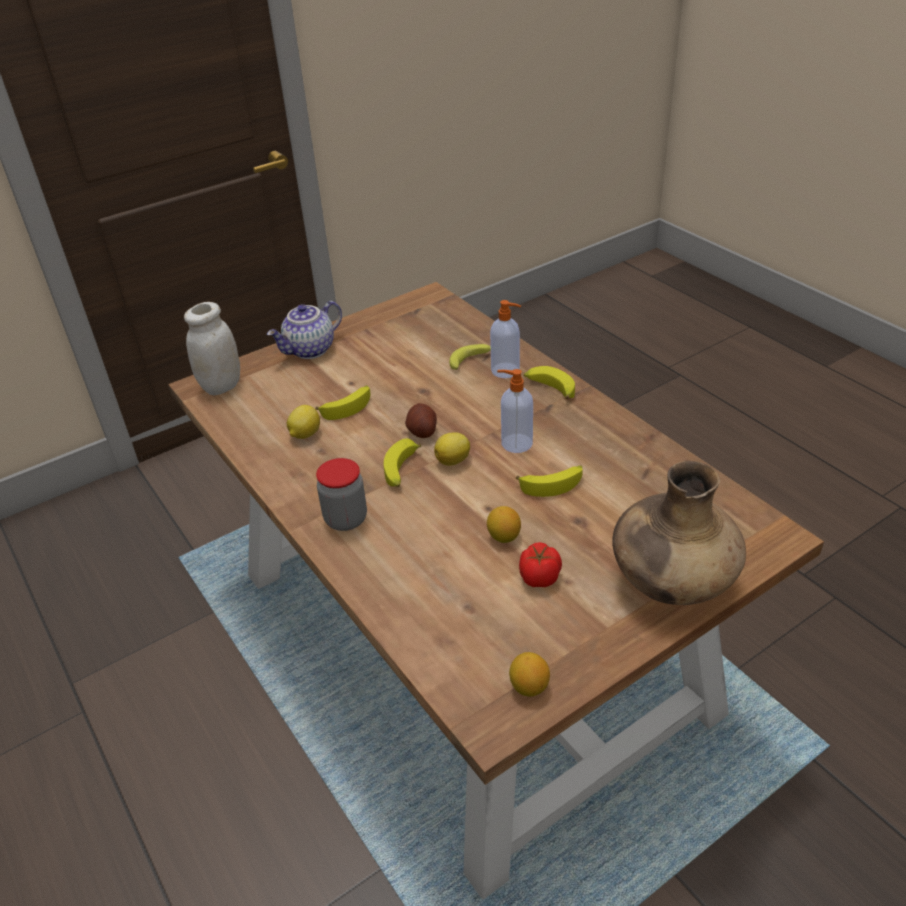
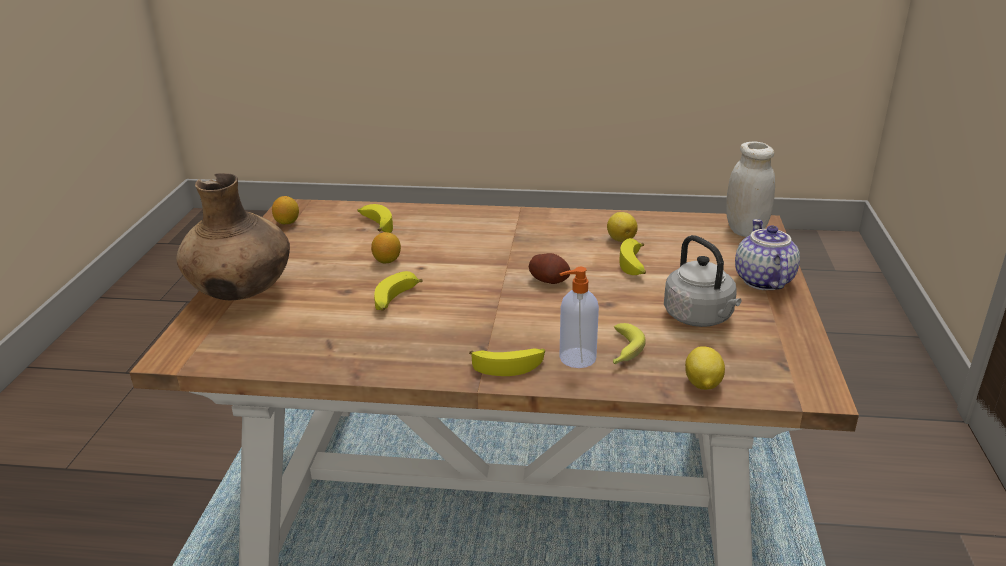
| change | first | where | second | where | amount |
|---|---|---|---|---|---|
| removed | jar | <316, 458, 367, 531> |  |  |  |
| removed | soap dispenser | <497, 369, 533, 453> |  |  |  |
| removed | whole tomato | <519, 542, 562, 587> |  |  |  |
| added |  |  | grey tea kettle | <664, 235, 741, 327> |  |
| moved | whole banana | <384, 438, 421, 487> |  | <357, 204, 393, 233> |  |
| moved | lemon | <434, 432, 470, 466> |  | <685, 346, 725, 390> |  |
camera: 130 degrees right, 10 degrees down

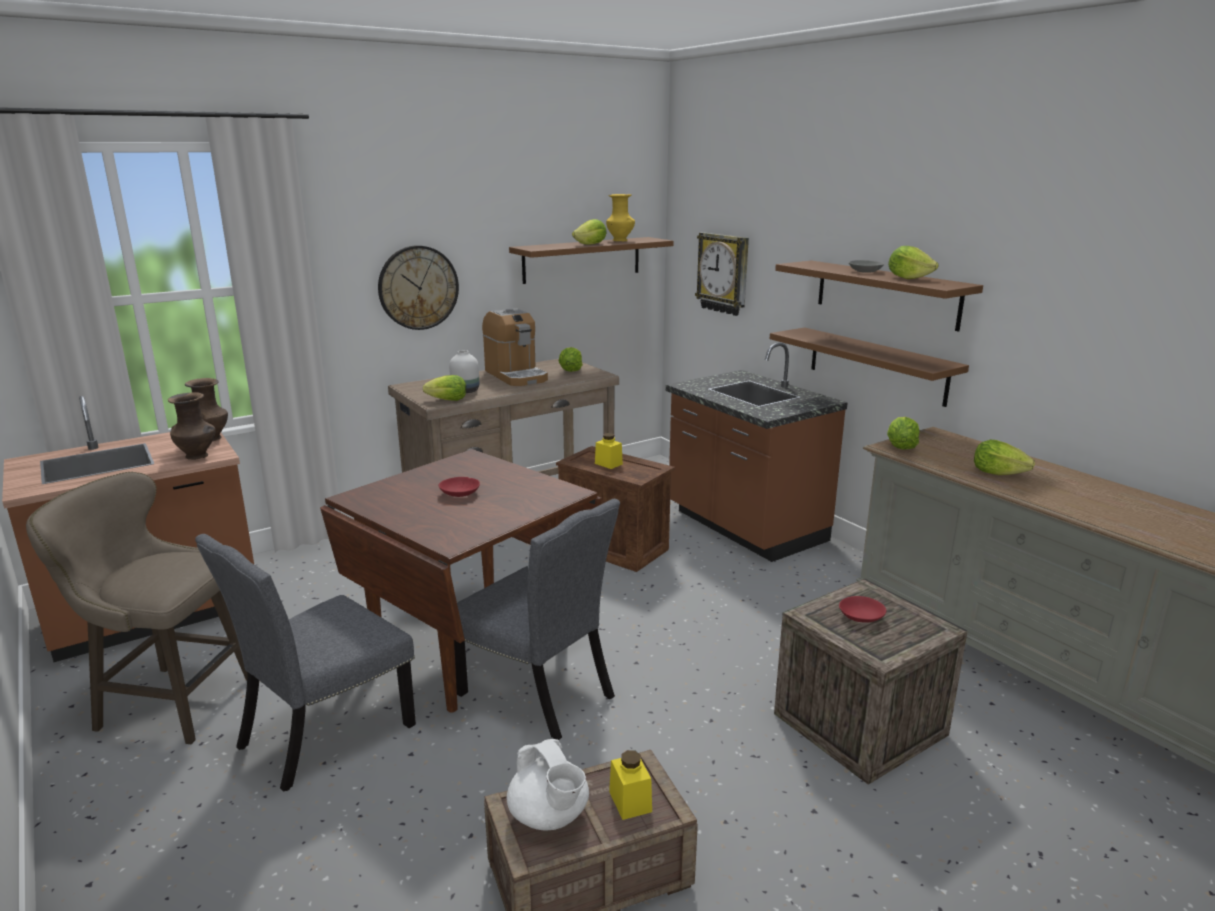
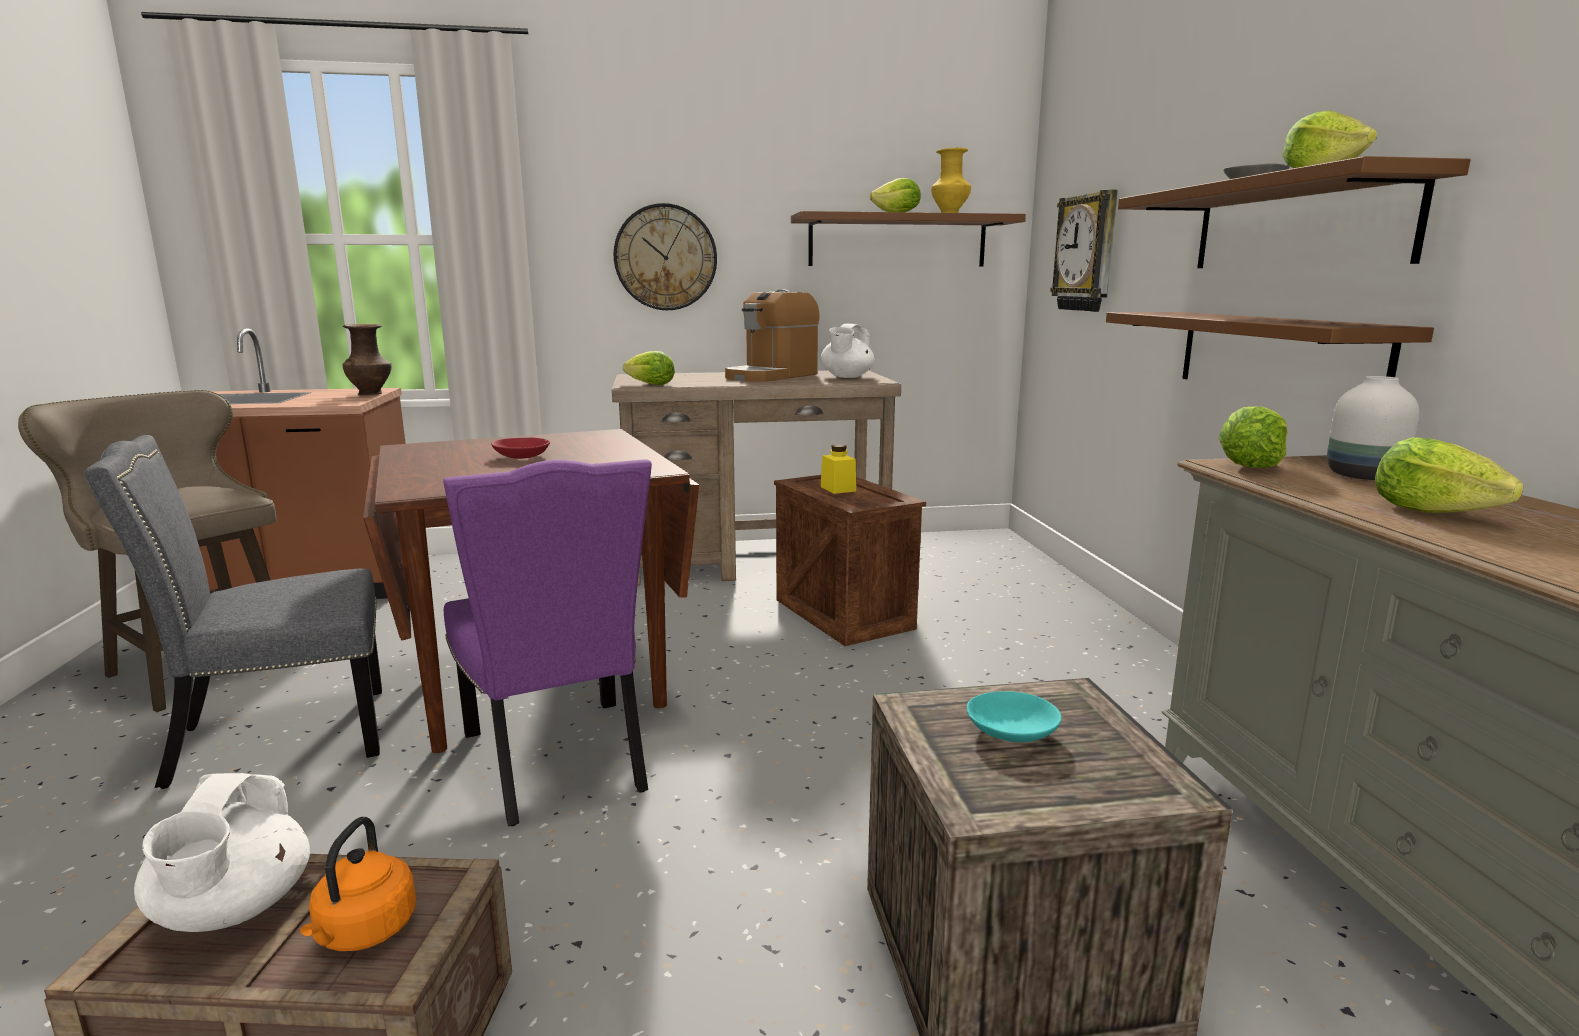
| change | first | where | second | where | amount |
|---|---|---|---|---|---|
| removed | brown decorative vase | <168, 392, 216, 460> |  |  |  |
| removed | brown counter | <666, 342, 848, 562> |  |  |  |
| moved | whitish decorative vase | <449, 350, 479, 393> |  | <1327, 376, 1419, 480> |  |
| replaced | lettuce head | <559, 347, 583, 372> | whitish teapot | <820, 324, 875, 378> |  |
| replaced | yellow-coloured jar | <609, 750, 652, 820> | orange-coloured tea kettle | <300, 817, 416, 951> |  |
| recoloured | grey upright chair | <454, 499, 620, 740> | purple-coloured upright chair | <443, 459, 652, 826> |  |
| recoloured | red deep dish | <839, 596, 886, 623> | blue-green deep dish | <967, 691, 1062, 742> |  |
| turned | coffee brewer | <482, 308, 548, 386> |  | <725, 290, 820, 382> | 45 degrees clockwise |
camera: 25 degrees right, 5 degrees down

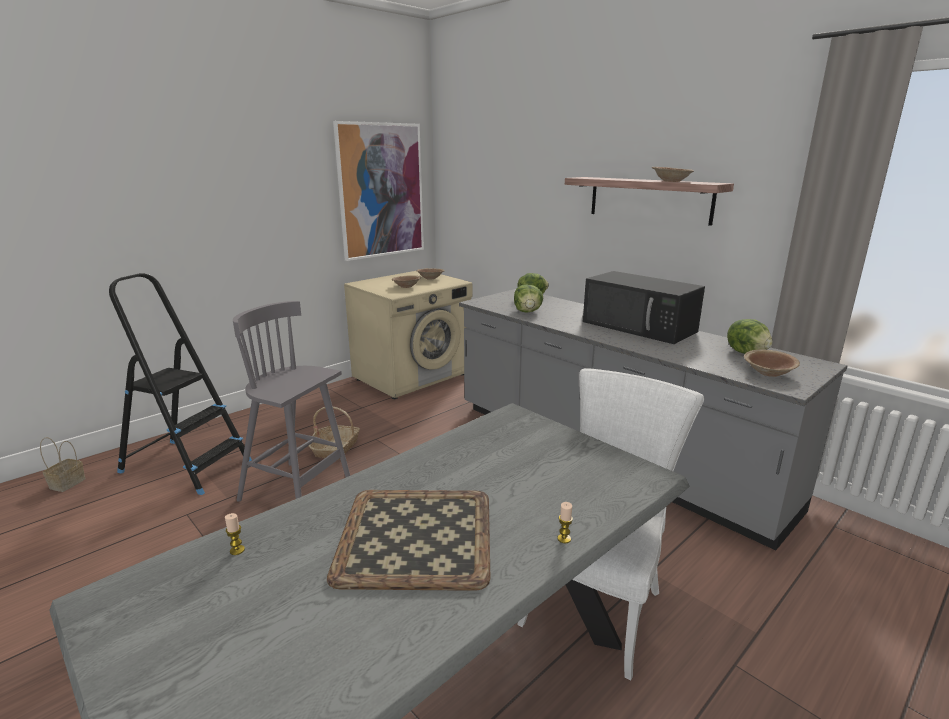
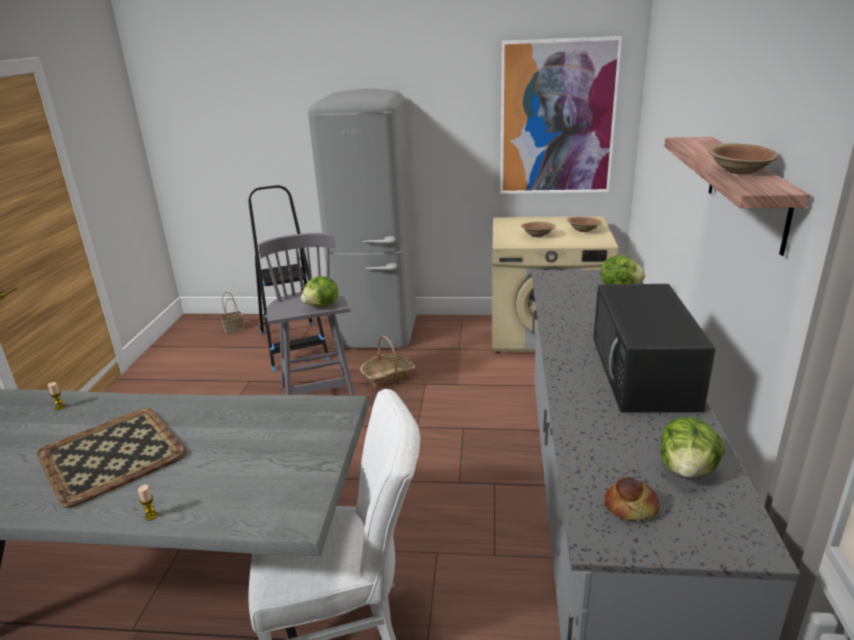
| change | first | where | second | where | amount |
|---|---|---|---|---|---|
| added |  |  | grey fridge | <308, 89, 416, 348> |  |
| moved | lettuce head | <514, 284, 543, 313> |  | <301, 276, 338, 307> |  |
| replaced | brown deep dish | <744, 349, 800, 377> | baked bread | <605, 477, 660, 521> |  |
camera: 50 degrees right, 5 degrees up

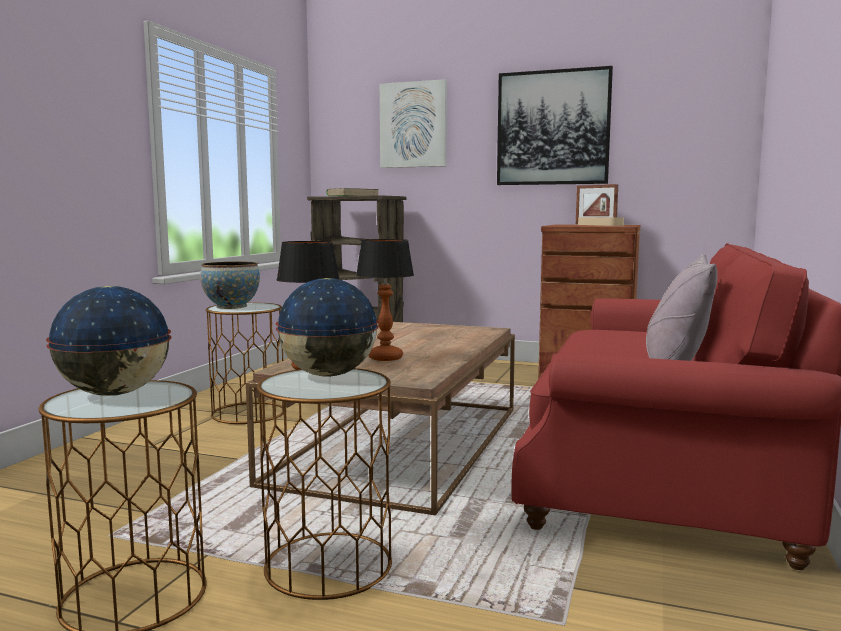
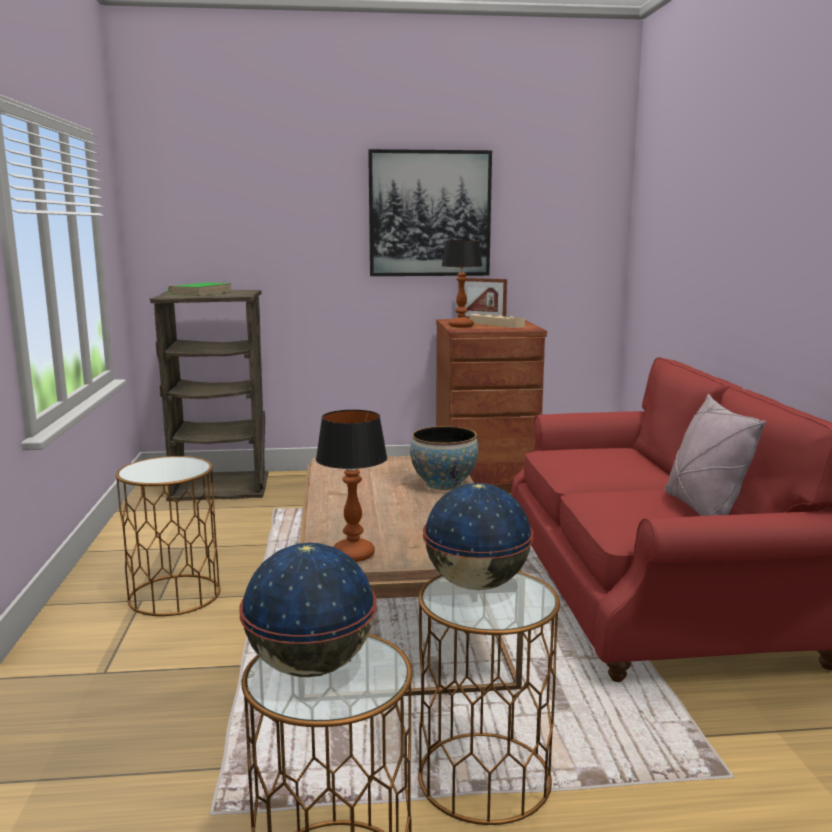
| change | first | where | second | where | amount |
|---|---|---|---|---|---|
| removed | wall picture | <380, 79, 447, 168> |  |  |  |
| moved | deep dish | <200, 261, 260, 309> |  | <410, 426, 478, 490> |  |
| moved | lamp for a table | <356, 239, 414, 361> |  | <442, 240, 482, 328> |  |
camera: 25 degrees left, 5 degrees up

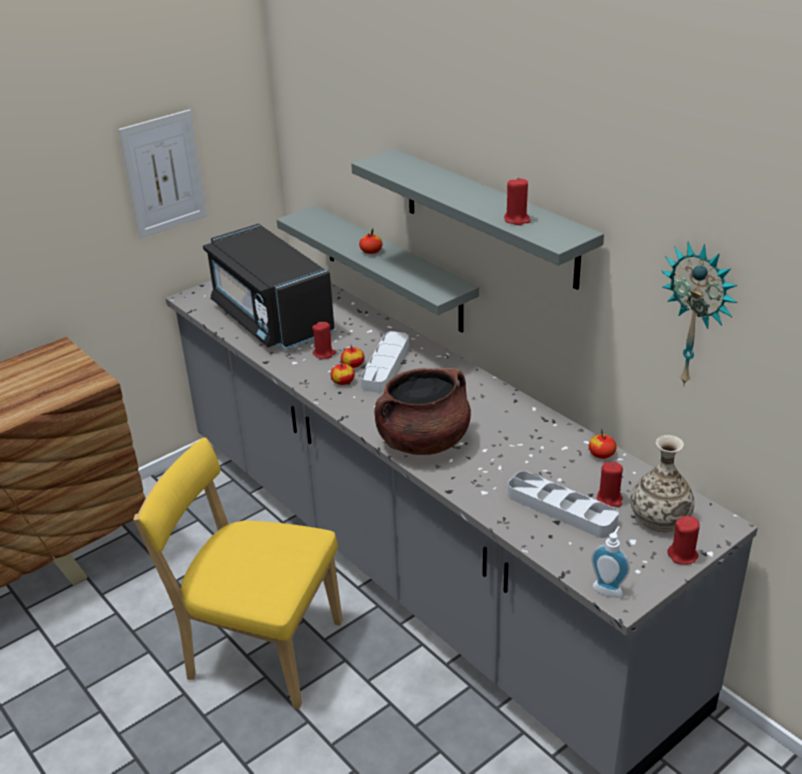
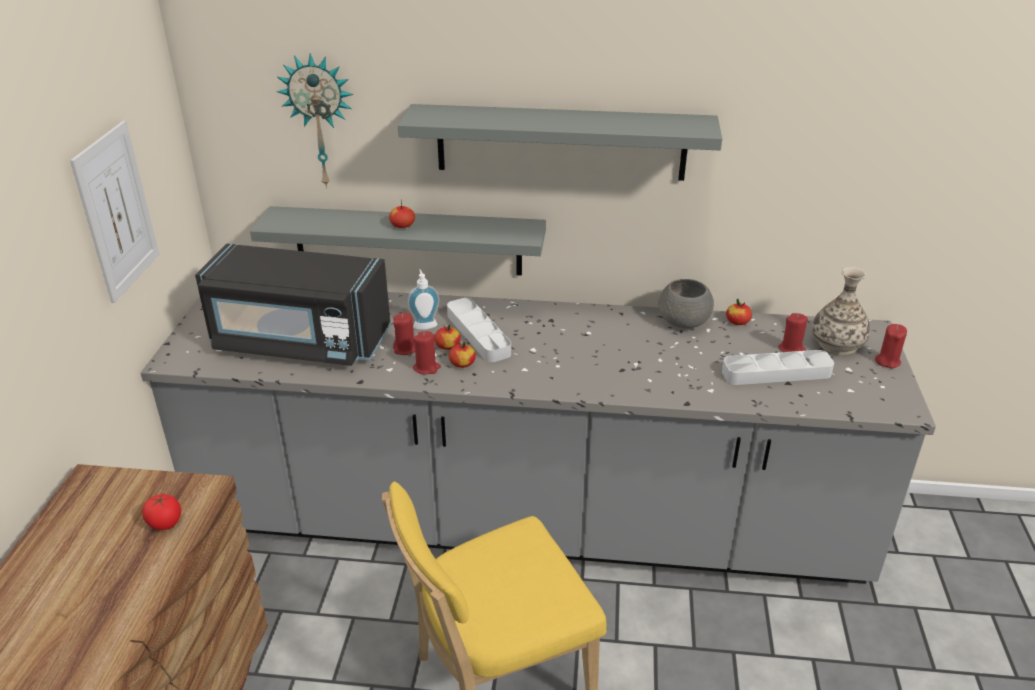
| change | first | where | second | where | amount |
|---|---|---|---|---|---|
| removed | brown saucepot | <374, 368, 471, 455> |  |  |  |
| added |  |  | whole tomato | <142, 494, 181, 530> |  |
| added |  |  | grey deep dish | <658, 279, 714, 328> |  |
| moved | red candle | <504, 177, 531, 225> |  | <413, 331, 441, 375> |  |
| moved | soap dispenser | <591, 526, 630, 598> |  | <408, 269, 440, 330> |  |
| moved | clock on the wall | <661, 242, 738, 386> |  | <277, 53, 353, 188> |  |
camera: 45 degrees left, 0 degrees up

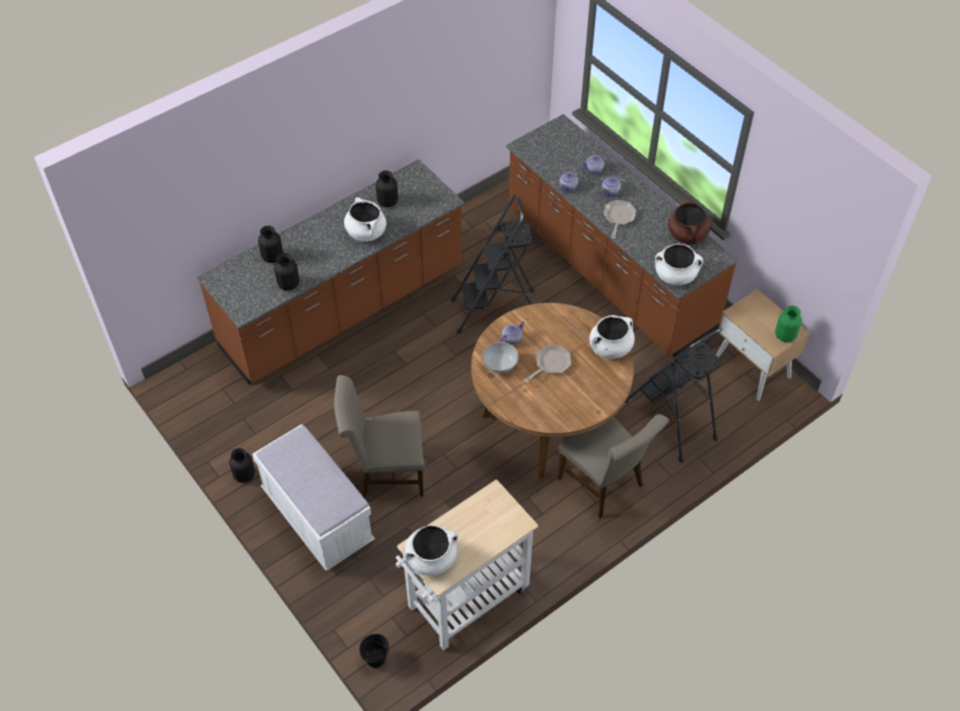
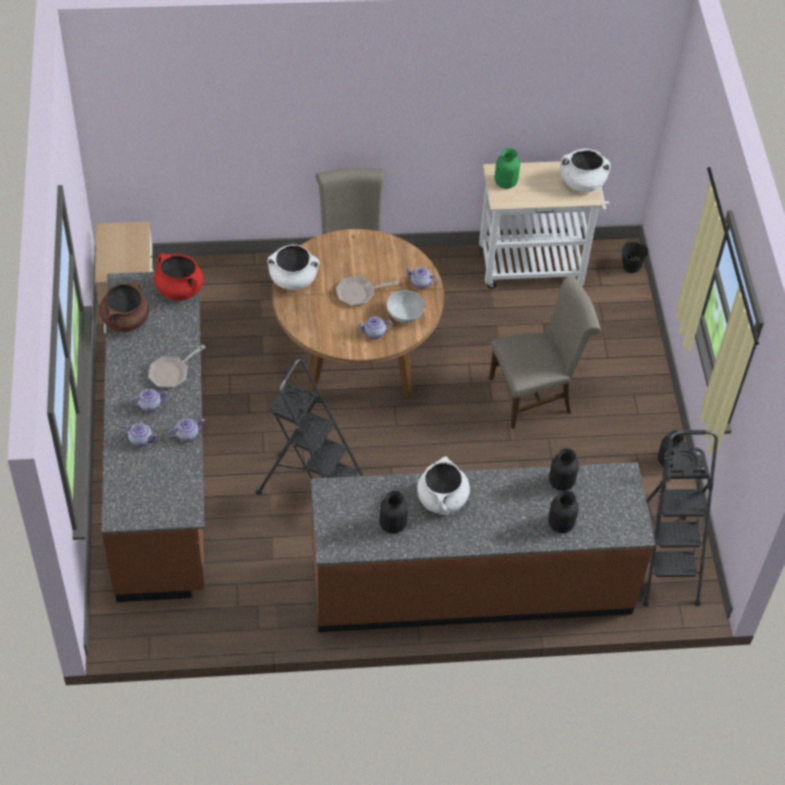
| change | first | where | second | where | amount |
|---|---|---|---|---|---|
| removed | whitish long seat | <252, 424, 375, 571> |  |  |  |
| added |  |  | teapot | <405, 267, 439, 289> |  |
| moved | step ladder | <625, 328, 722, 463> |  | <643, 430, 718, 607> |  |
| moved | greenish decorative vase | <775, 306, 802, 342> |  | <495, 148, 520, 189> |  |
| recoloured | whitish saucepot | <655, 243, 703, 285> | red saucepot | <154, 253, 203, 301> |  |
| turned | beige upright chair | <334, 375, 425, 498> |  | <489, 275, 601, 429> | 45 degrees counterclockwise |
camera: 150 degrees left, 0 degrees up

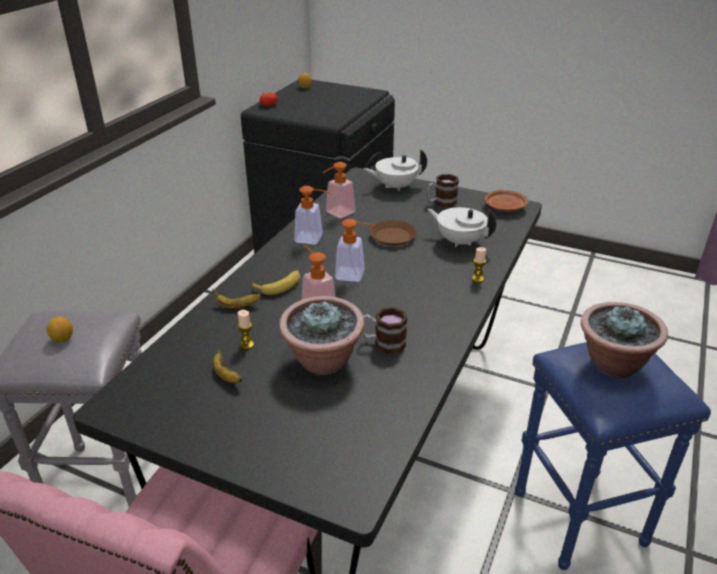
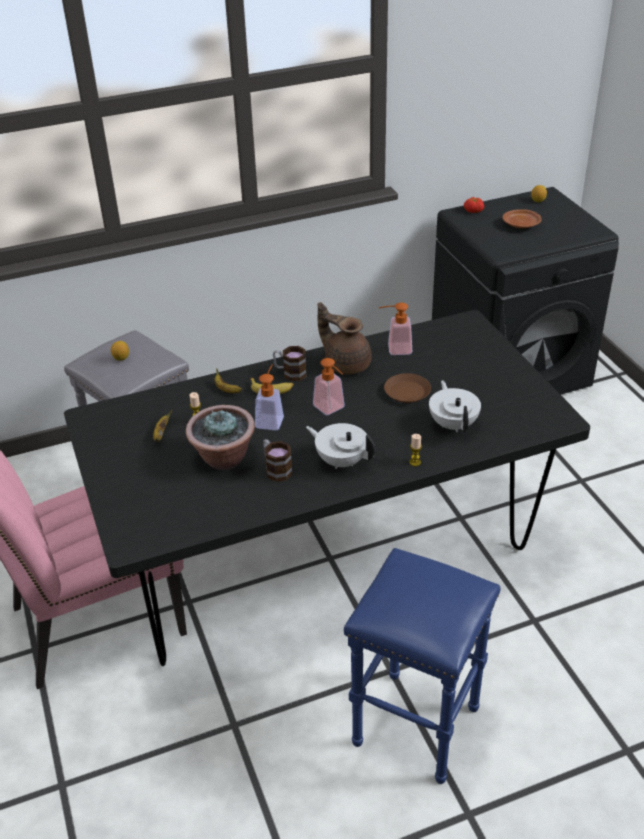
| change | first | where | second | where | amount |
|---|---|---|---|---|---|
| removed | plant in a pot | <581, 302, 668, 378> |  |  |  |
| moved | whitish teapot | <364, 149, 427, 191> |  | <306, 423, 375, 469> |  |
| moved | tea mug | <427, 174, 459, 207> |  | <273, 346, 307, 381> |  |
| moved | brown plate | <484, 190, 528, 212> |  | <503, 209, 542, 228> |  |
| replaced | soap dispenser | <294, 186, 330, 245> | brown teapot | <318, 302, 372, 374> |  |
camera: 45 degrees right, 5 degrees up

